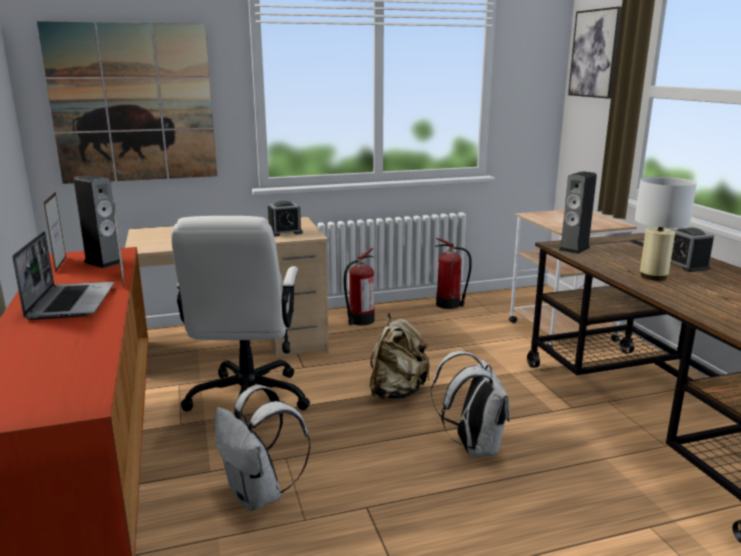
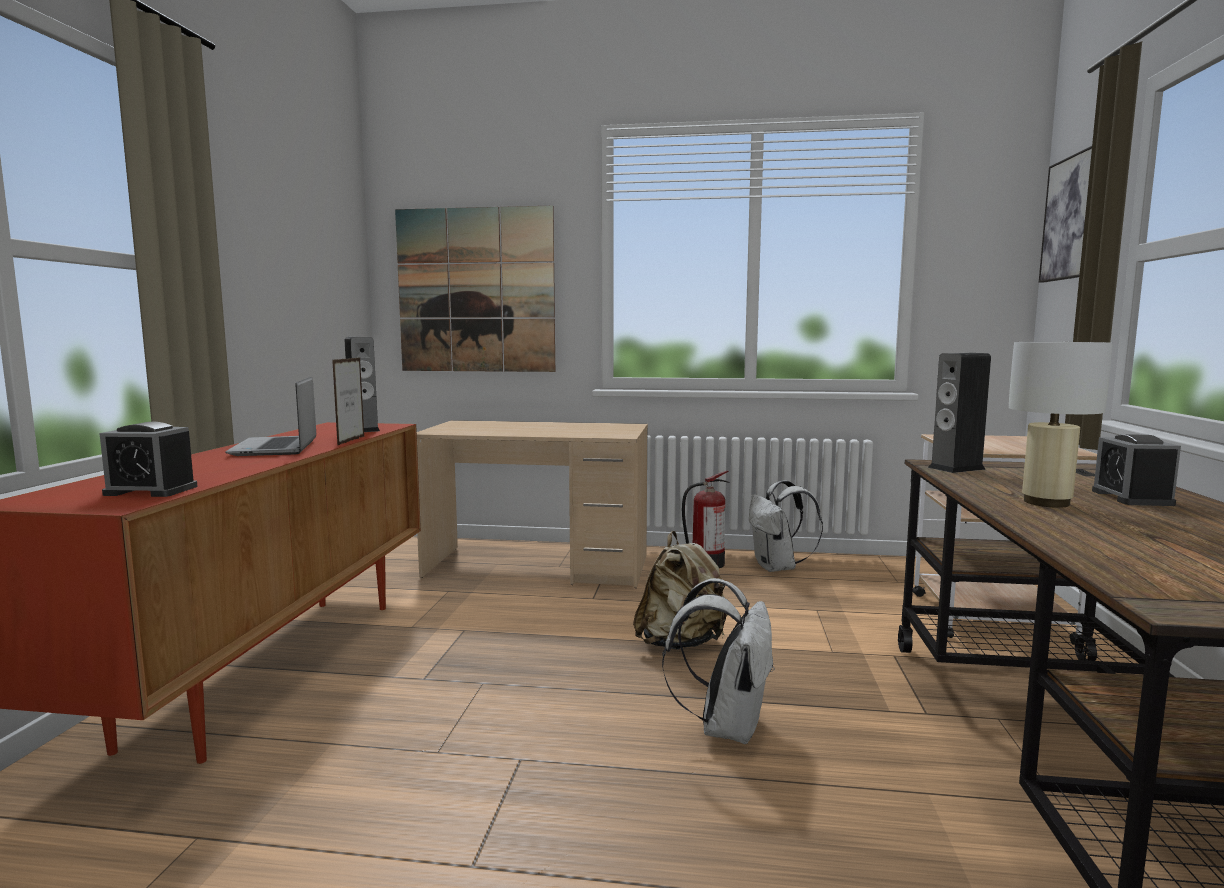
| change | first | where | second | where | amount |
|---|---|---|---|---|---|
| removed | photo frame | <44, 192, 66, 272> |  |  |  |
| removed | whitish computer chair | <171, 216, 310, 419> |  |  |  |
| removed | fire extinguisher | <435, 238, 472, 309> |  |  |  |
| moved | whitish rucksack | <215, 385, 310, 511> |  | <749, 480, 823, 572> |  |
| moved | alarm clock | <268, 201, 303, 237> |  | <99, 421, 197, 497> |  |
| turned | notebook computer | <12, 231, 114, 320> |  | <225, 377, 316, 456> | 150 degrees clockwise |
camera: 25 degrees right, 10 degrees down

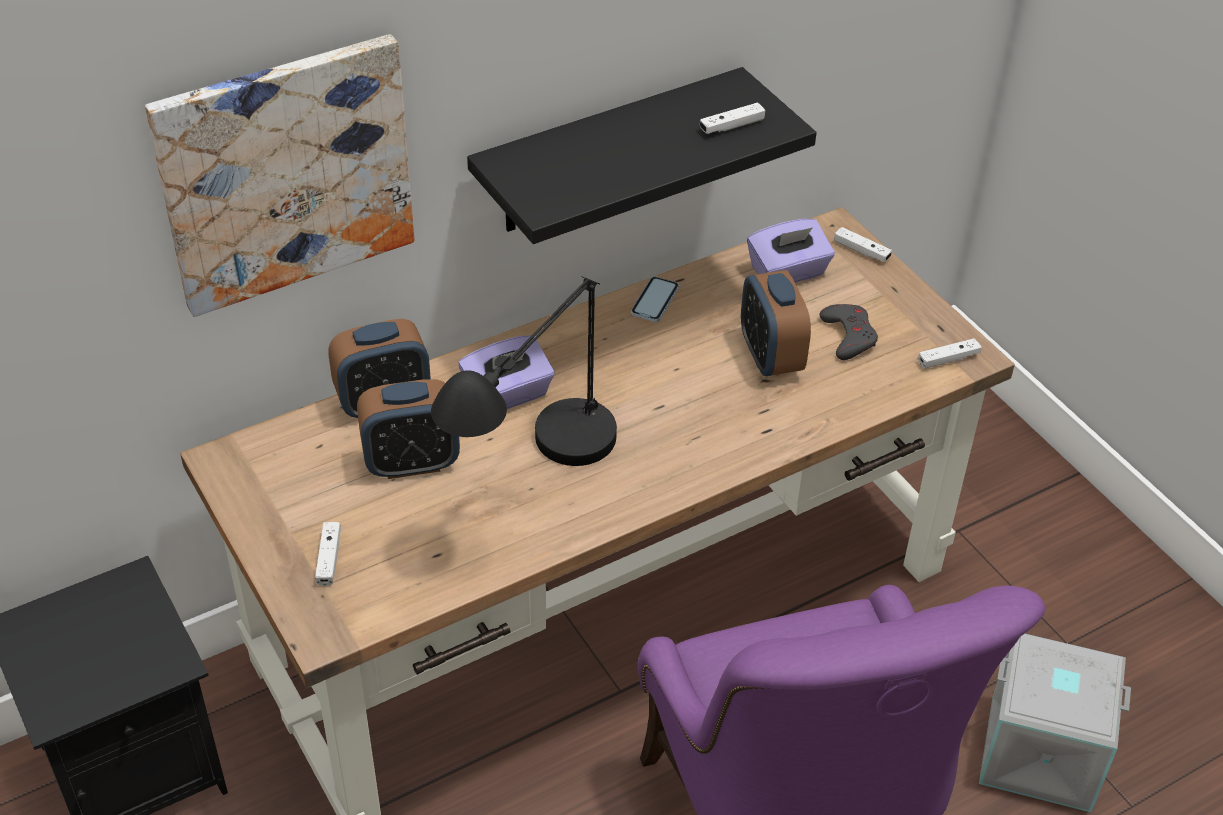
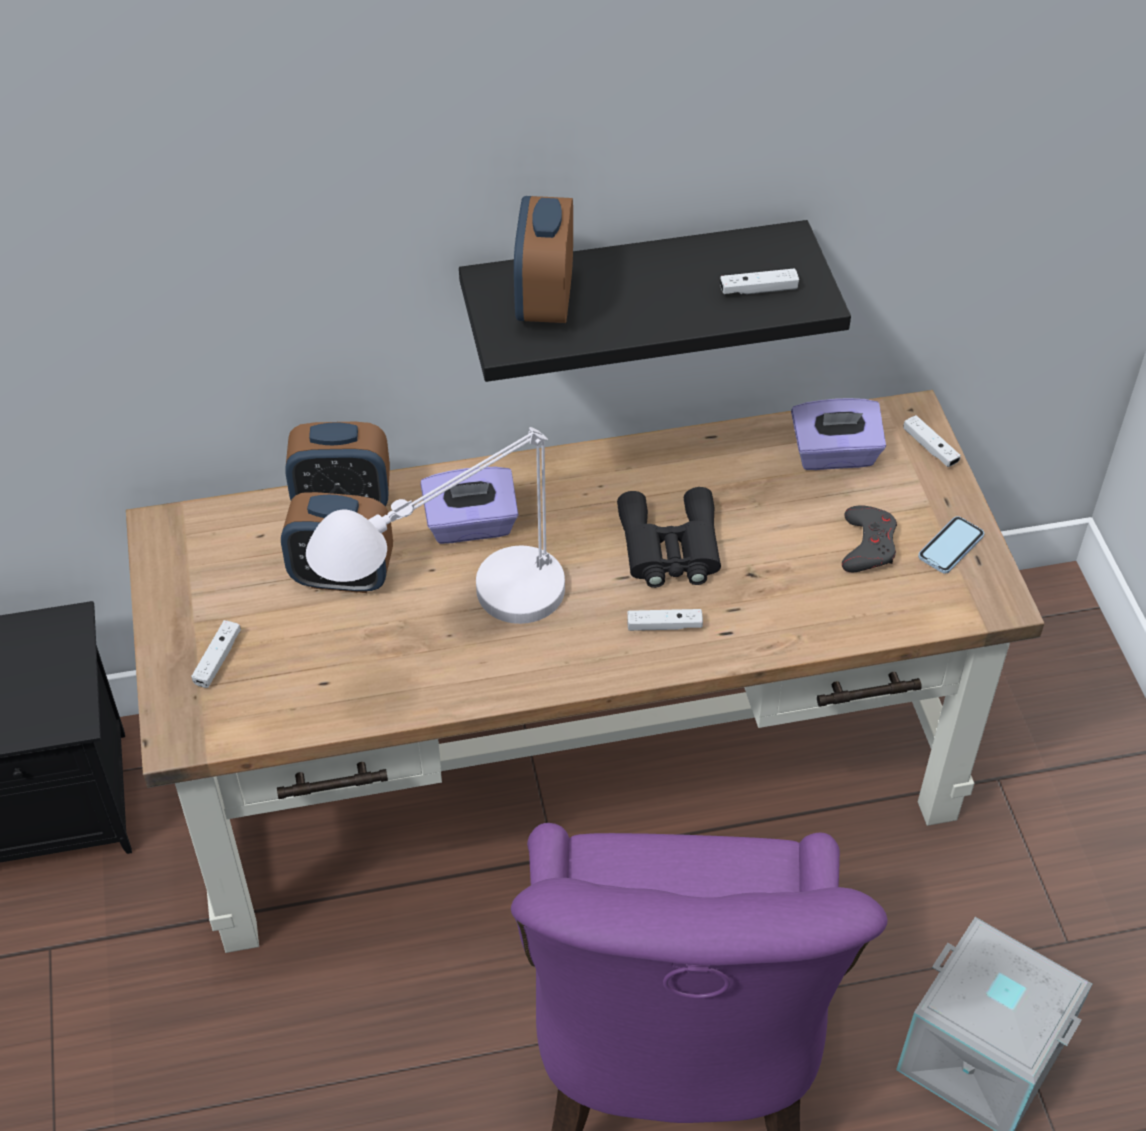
| change | first | where | second | where | amount |
|---|---|---|---|---|---|
| removed | wall picture | <145, 34, 414, 317> |  |  |  |
| added |  |  | black-coloured binoculars | <617, 487, 721, 588> |  |
| moved | telephone | <631, 276, 679, 322> |  | <918, 516, 984, 573> |  |
| moved | alarm clock | <741, 270, 811, 376> |  | <514, 196, 573, 323> |  |
| moved | whitish gamepad | <918, 338, 982, 369> |  | <627, 609, 703, 631> |  |
| recoloured | black-coloured lamp for a table | <431, 276, 617, 466> | whitish lamp for a table | <306, 427, 565, 624> |  |
camera: 20 degrees right, 5 degrees up

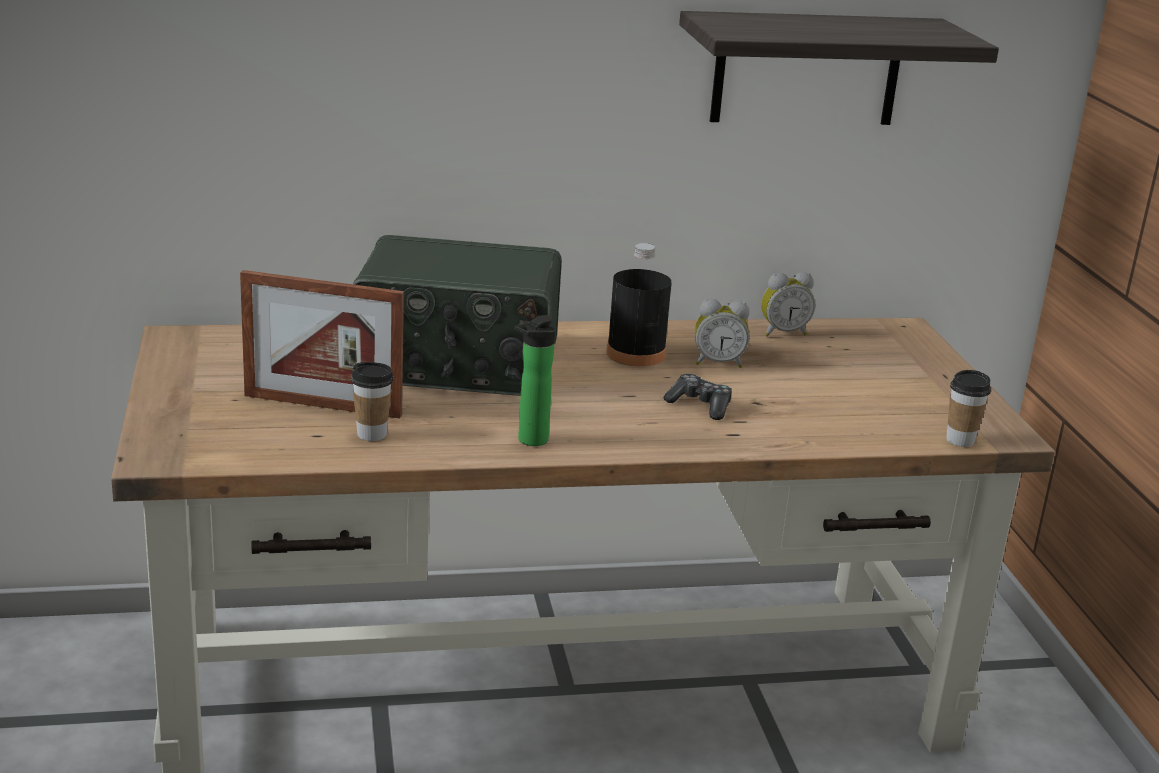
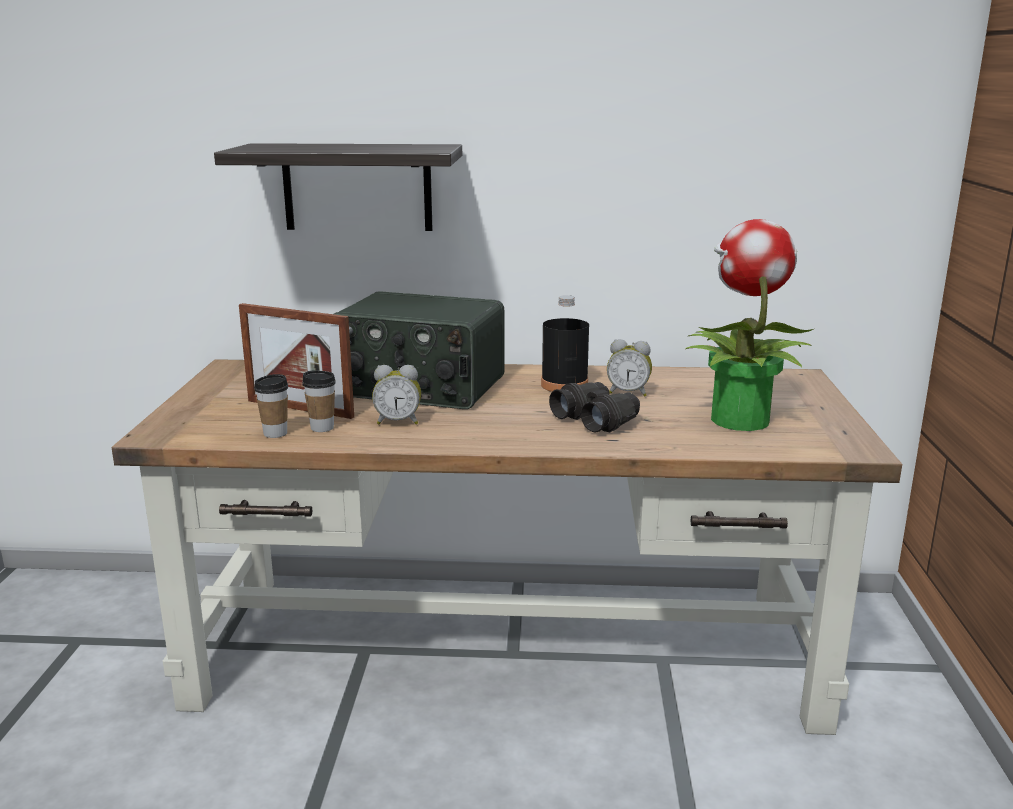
| change | first | where | second | where | amount |
|---|---|---|---|---|---|
| removed | bottle | <514, 315, 555, 446> |  |  |  |
| added |  |  | plant in a pot | <686, 219, 813, 431> |  |
| moved | shelf | <679, 11, 999, 125> |  | <214, 143, 462, 231> |  |
| moved | alarm clock | <761, 272, 815, 337> |  | <372, 365, 421, 425> |  |
| moved | drinking cup | <946, 370, 991, 447> |  | <254, 374, 288, 438> |  |
| replaced | gamepad | <664, 374, 732, 420> | black-coloured binoculars | <549, 382, 640, 433> |  |
camera: 15 degrees right, 5 degrees down

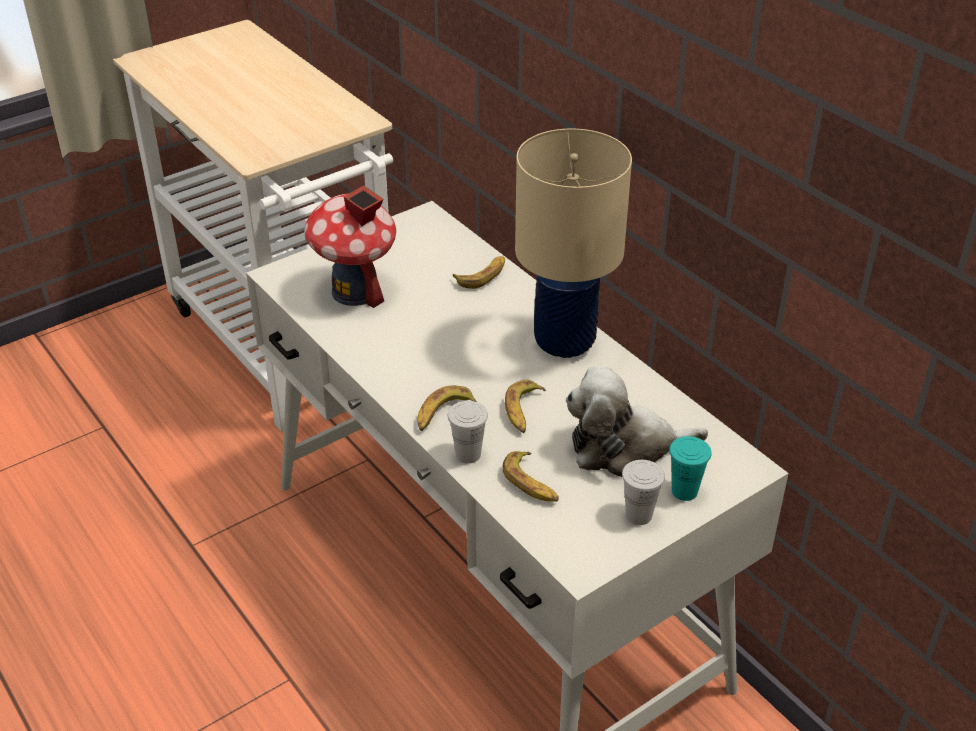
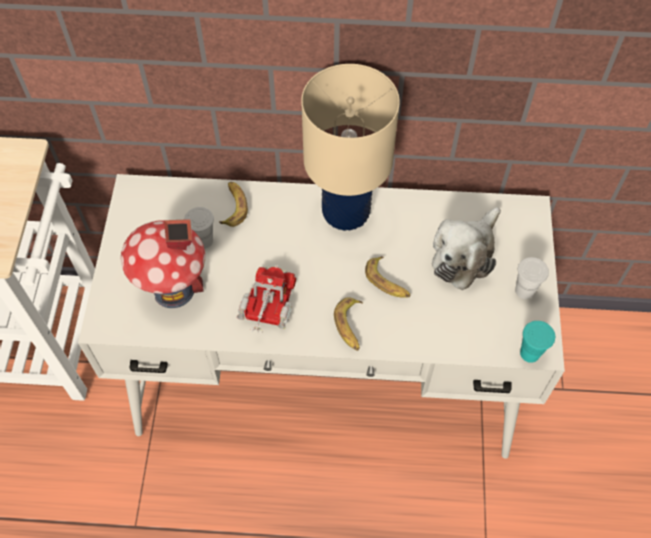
| change | first | where | second | where | amount |
|---|---|---|---|---|---|
| removed | whole banana | <503, 451, 559, 502> |  |  |  |
| added |  |  | toy truck | <237, 265, 296, 333> |  |
| moved | whitish drinking cup | <448, 401, 488, 464> |  | <184, 207, 214, 249> |  |
| moved | blue-green drinking cup | <669, 436, 711, 501> |  | <520, 321, 555, 363> |  |
camera: 50 degrees left, 20 degrees up

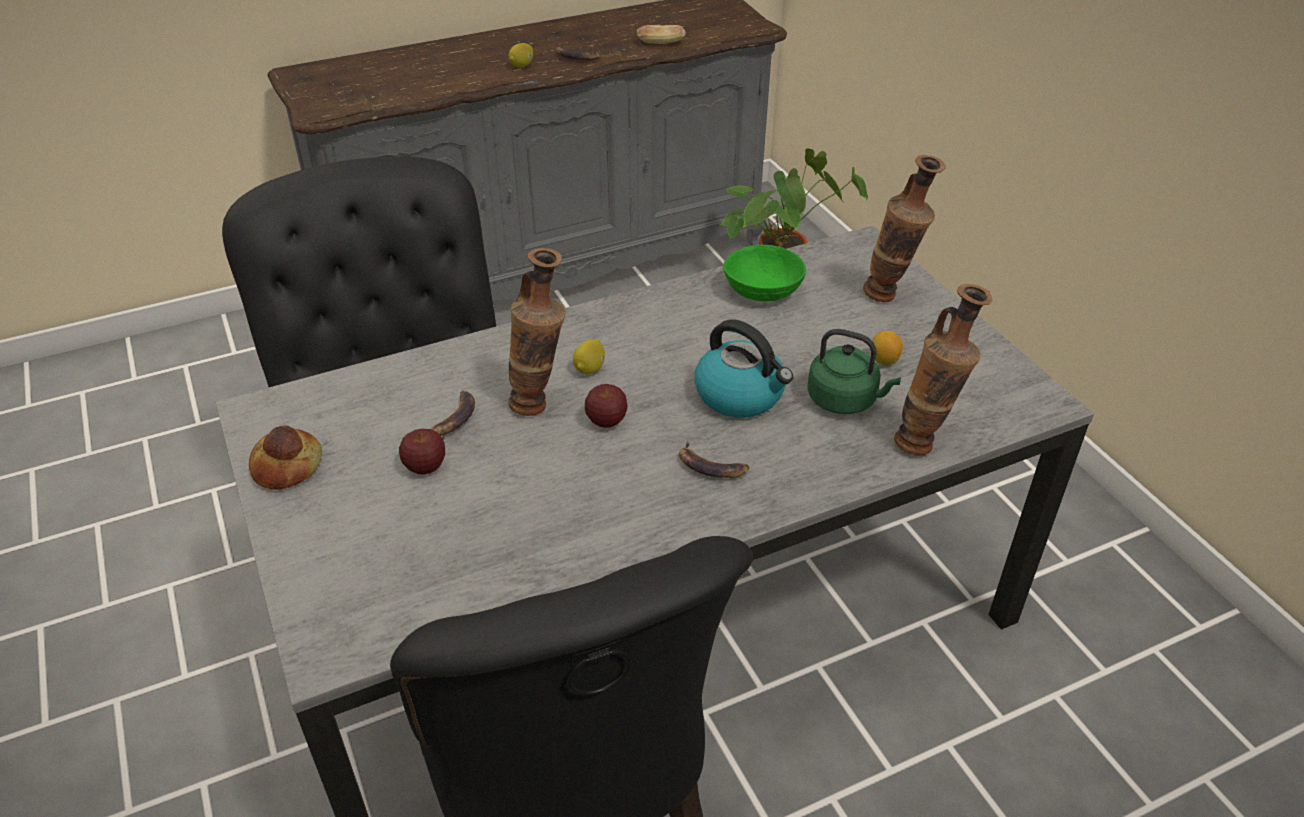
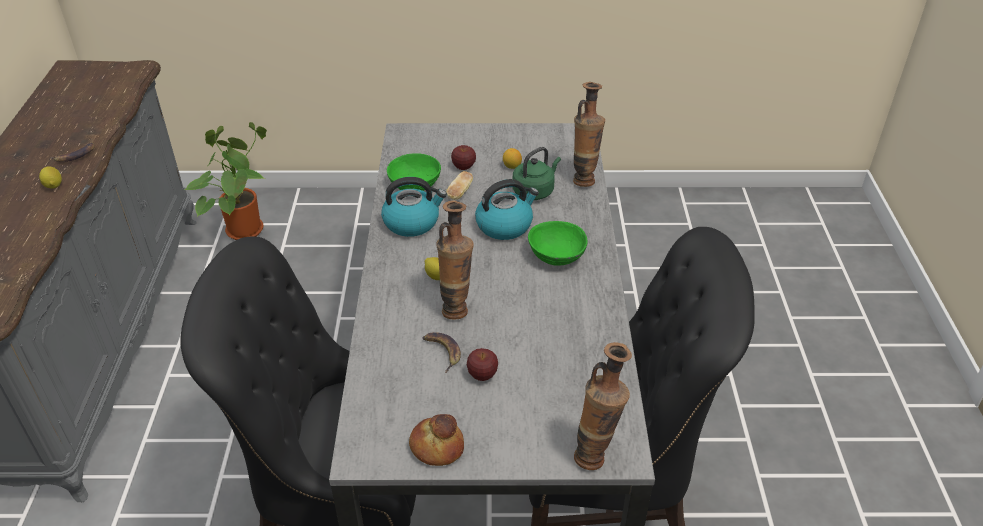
| change | first | where | second | where | amount |
|---|---|---|---|---|---|
| added |  |  | tea kettle | <381, 177, 447, 237> |  |
| moved | apple | <585, 384, 628, 428> |  | <451, 145, 476, 170> |  |
| moved | baked bread | <637, 25, 686, 44> |  | <446, 171, 473, 200> |  |
| moved | decorative vase | <863, 155, 946, 302> |  | <574, 342, 632, 470> |  |
| replaced | whole banana | <679, 440, 749, 478> | greenish deep dish | <528, 221, 588, 266> |  |
camera: 65 degrees left, 0 degrees up

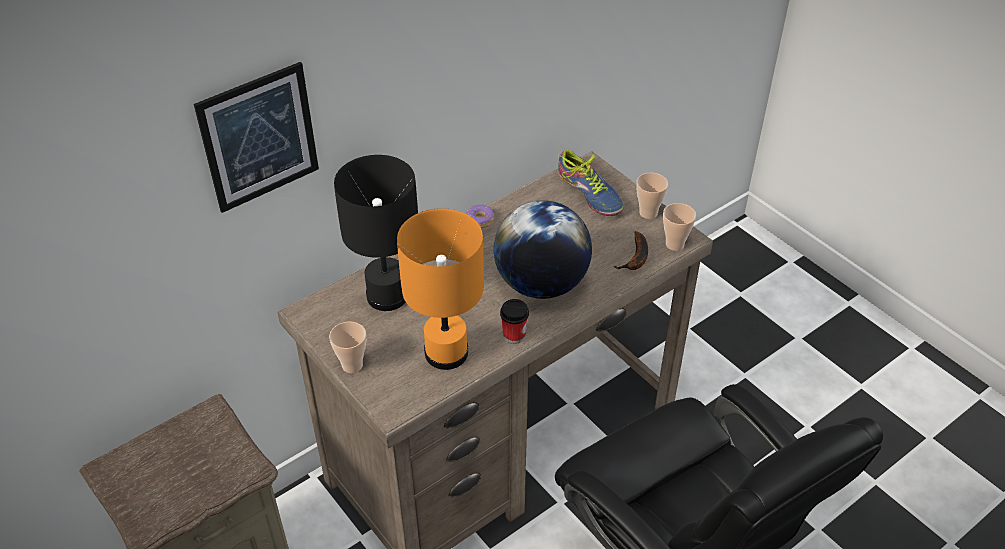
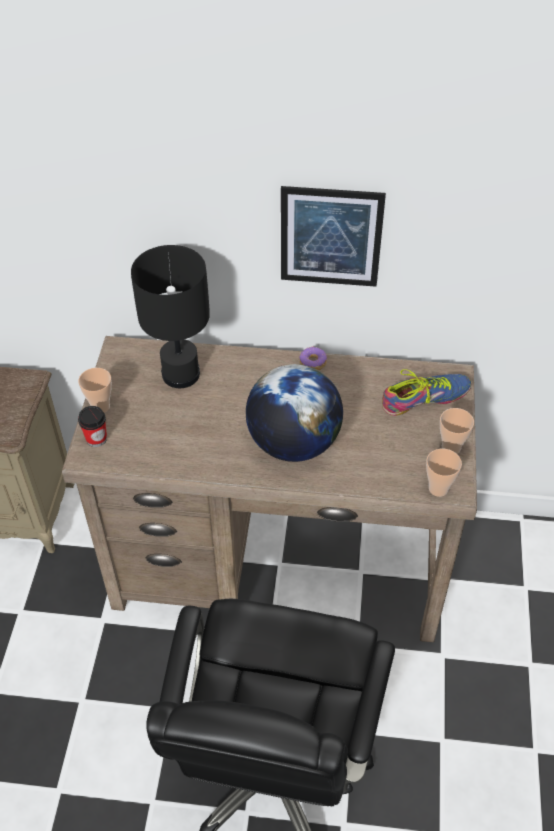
| change | first | where | second | where | amount |
|---|---|---|---|---|---|
| removed | orange-coloured lamp for a table | <397, 208, 484, 370> |  |  |  |
| removed | whole banana | <614, 231, 648, 270> |  |  |  |
| moved | wall picture | <194, 62, 319, 213> |  | <281, 186, 386, 287> |  |
| moved | drinking cup | <500, 299, 529, 344> |  | <78, 406, 107, 447> |  |
| turned | shoe | <557, 150, 624, 216> |  | <382, 369, 471, 416> | 120 degrees counterclockwise |
camera: 45 degrees right, 5 degrees up

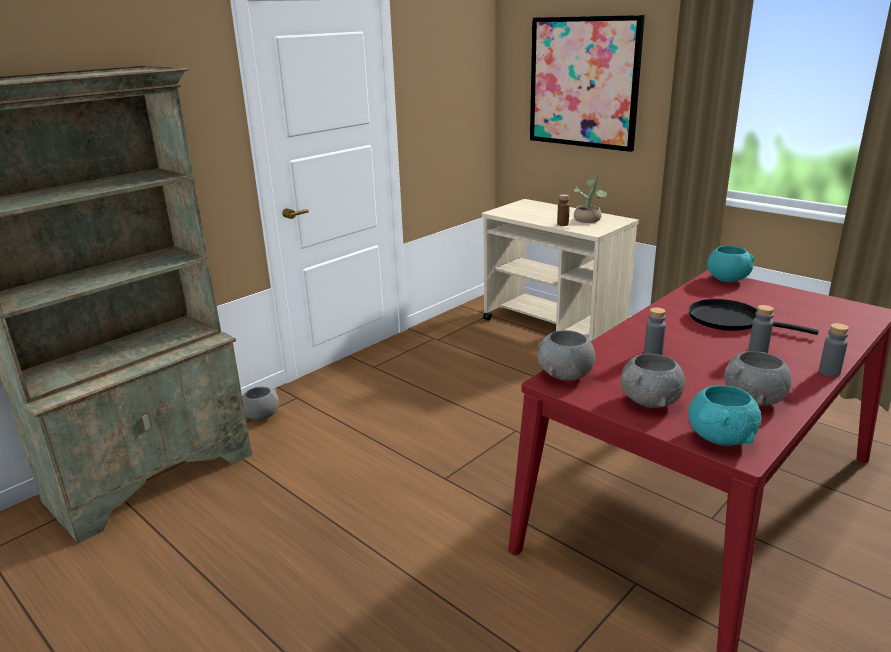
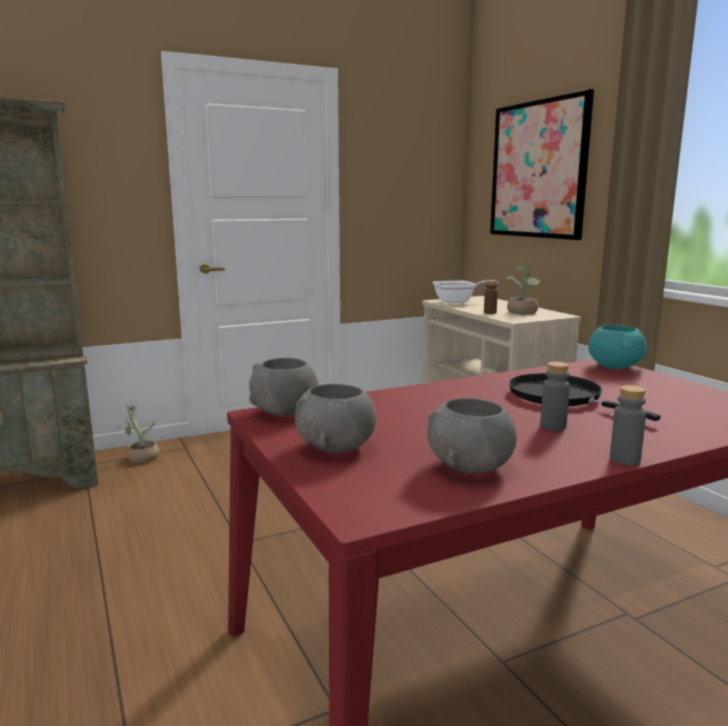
| change | first | where | second | where | amount |
|---|---|---|---|---|---|
| removed | grey bottle | <644, 307, 666, 355> |  |  |  |
| removed | blue-green deep dish | <688, 385, 761, 446> |  |  |  |
| added |  |  | pan | <433, 280, 499, 304> |  |
| replaced | grey deep dish | <242, 386, 279, 421> | plant in a pot | <117, 404, 159, 463> |  |
camera: 20 degrees right, 10 degrees down

